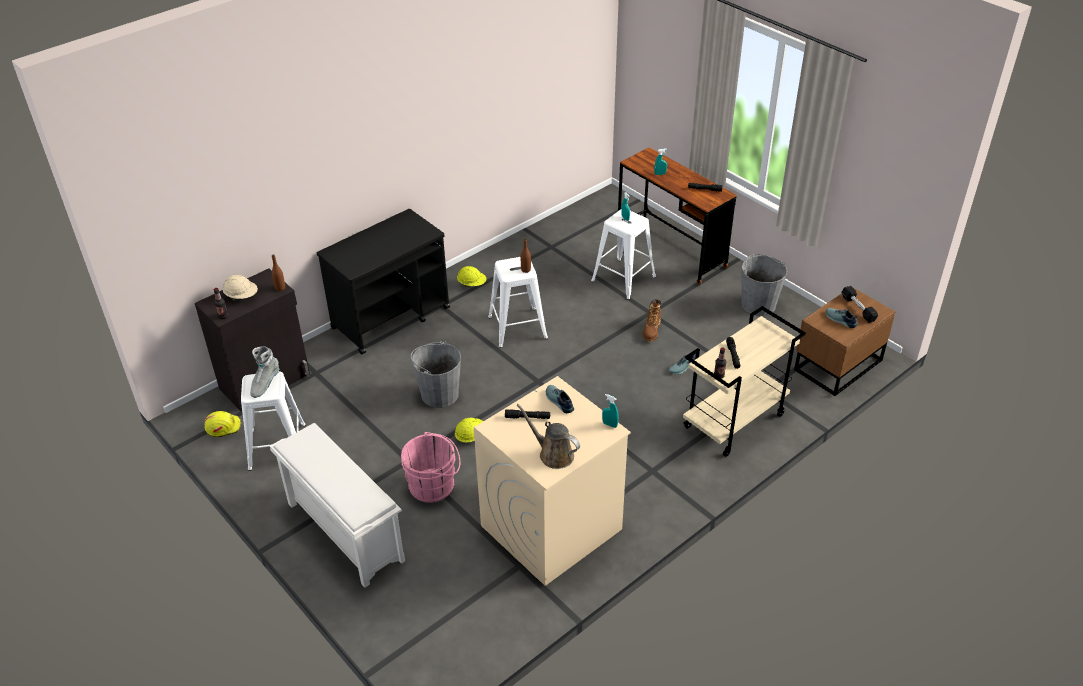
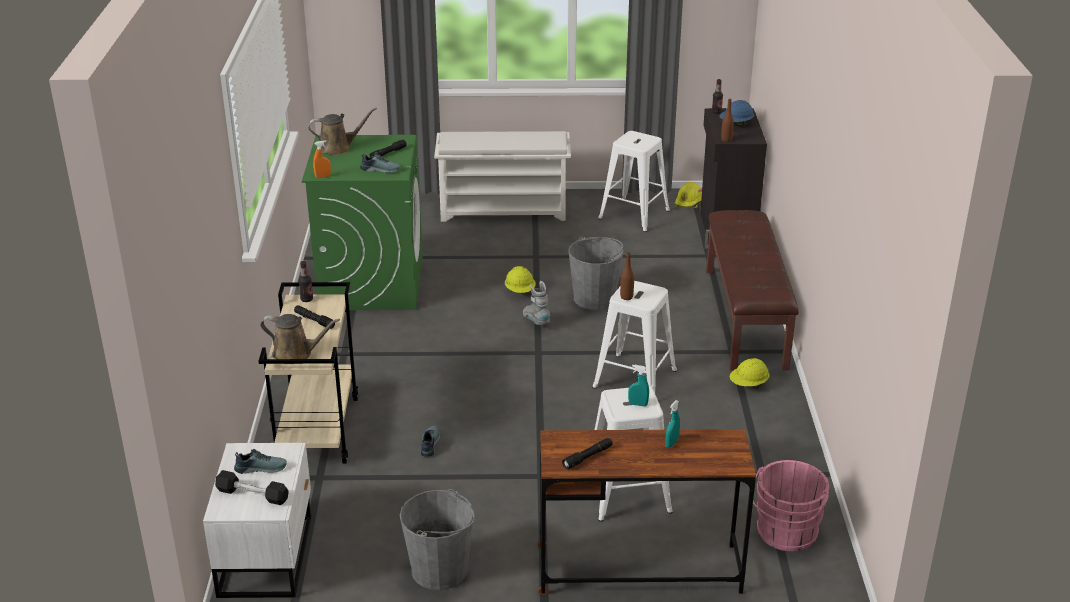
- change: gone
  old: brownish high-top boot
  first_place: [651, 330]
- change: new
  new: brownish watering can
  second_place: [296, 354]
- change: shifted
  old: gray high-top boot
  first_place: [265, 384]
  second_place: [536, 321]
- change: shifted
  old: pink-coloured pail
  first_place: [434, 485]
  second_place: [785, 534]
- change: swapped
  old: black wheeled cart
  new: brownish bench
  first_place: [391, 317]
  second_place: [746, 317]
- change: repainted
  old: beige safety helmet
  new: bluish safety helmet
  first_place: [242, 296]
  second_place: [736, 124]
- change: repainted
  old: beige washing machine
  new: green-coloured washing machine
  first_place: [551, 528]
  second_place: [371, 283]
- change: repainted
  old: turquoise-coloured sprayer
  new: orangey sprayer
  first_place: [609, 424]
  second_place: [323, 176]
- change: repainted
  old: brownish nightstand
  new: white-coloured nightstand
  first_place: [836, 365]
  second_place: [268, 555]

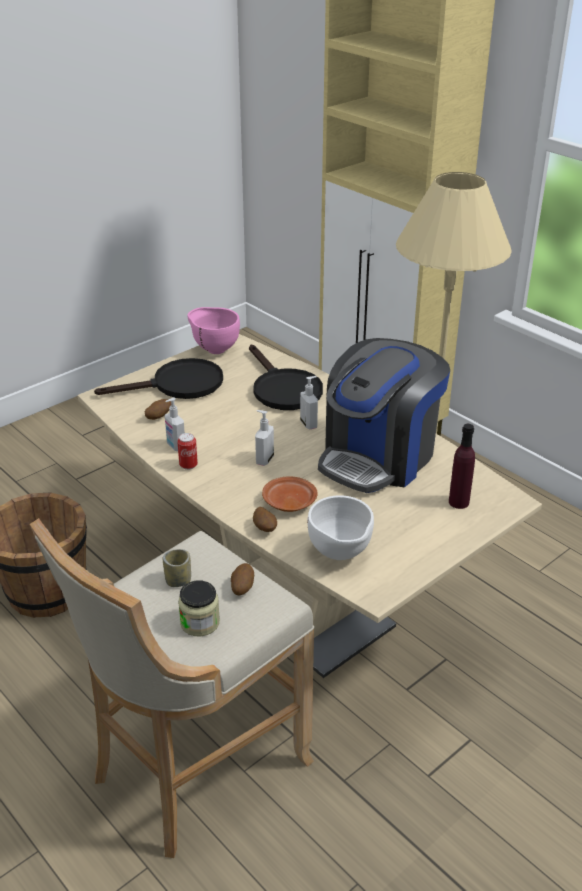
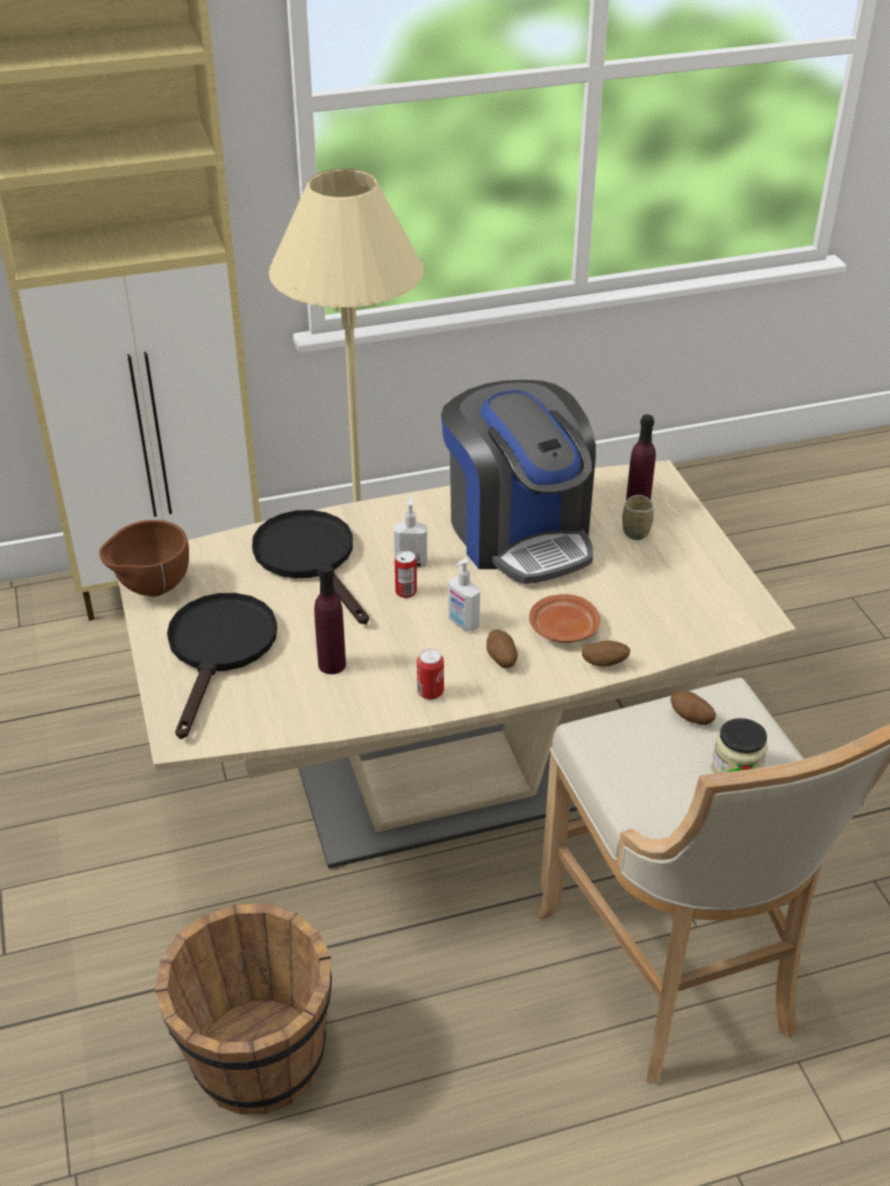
- change: gone
  old: soap bottle
  first_place: [175, 446]
- change: gone
  old: white-coloured serving bowl
  first_place: [340, 555]
- change: new
  new: purple-coloured beverage bottle
  second_place: [332, 664]
- change: new
  new: can
  second_place: [406, 592]
- change: shifted
  old: potato
  first_place: [158, 417]
  second_place: [501, 659]
- change: shifted
  old: cup
  first_place: [178, 580]
  second_place: [636, 532]
- change: repainted
  old: pink-coloured serving bowl
  new: brownish serving bowl
  first_place: [214, 349]
  second_place: [151, 589]
- change: rotated
  old: black frying pan
  first_place: [283, 389]
  second_place: [311, 559]
  degrees: -120

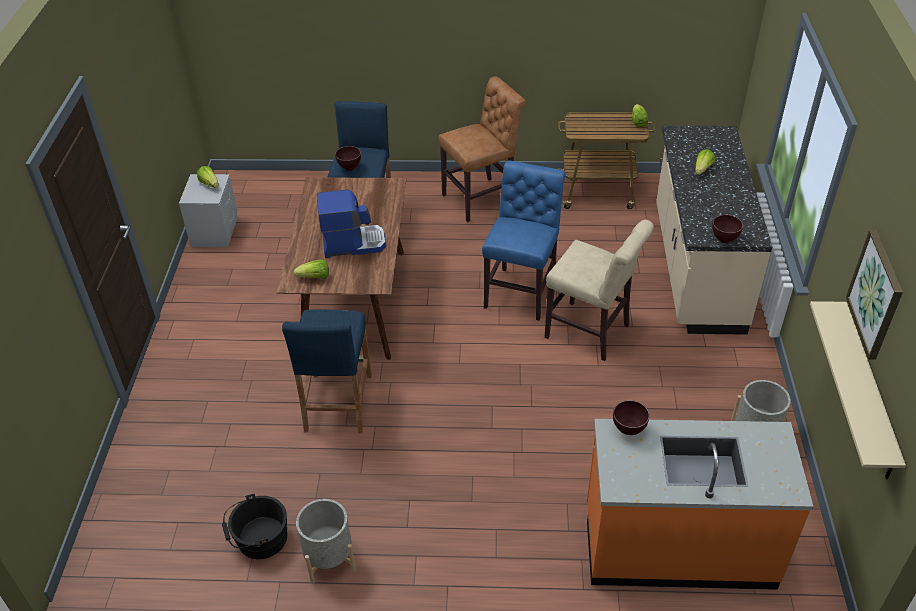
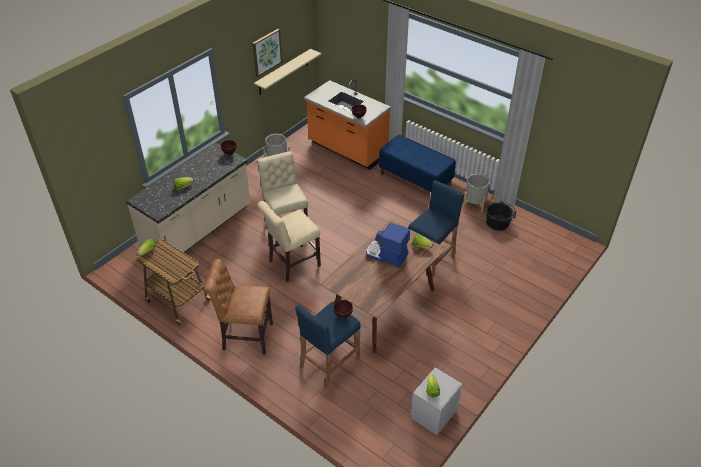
- change: new
  new: bluish bench
  second_place: [415, 180]
- change: repainted
  old: bluish plain chair
  new: beige plain chair
  first_place: [522, 291]
  second_place: [292, 264]

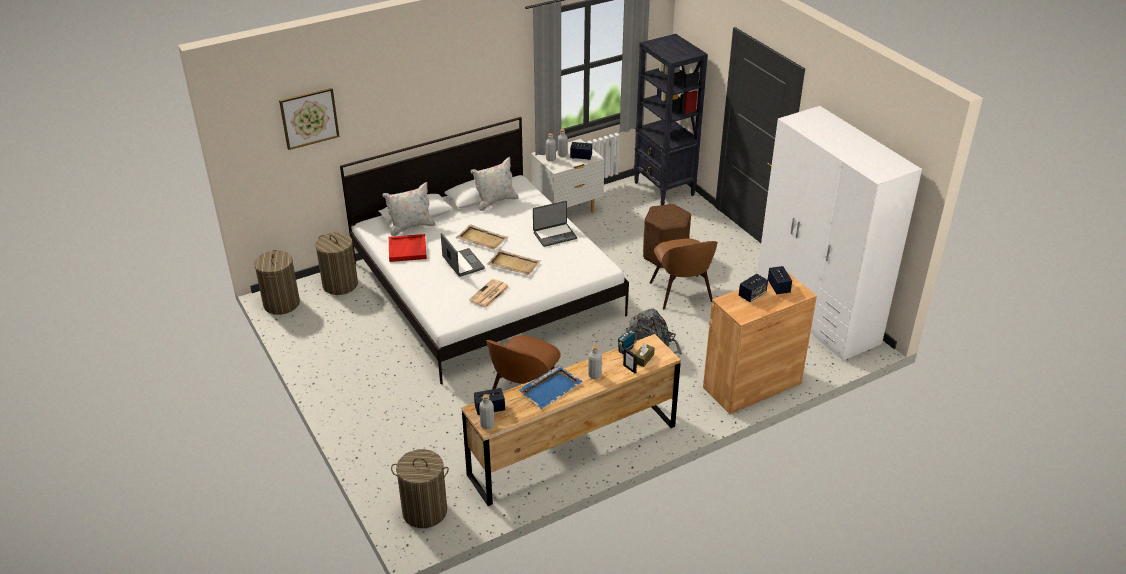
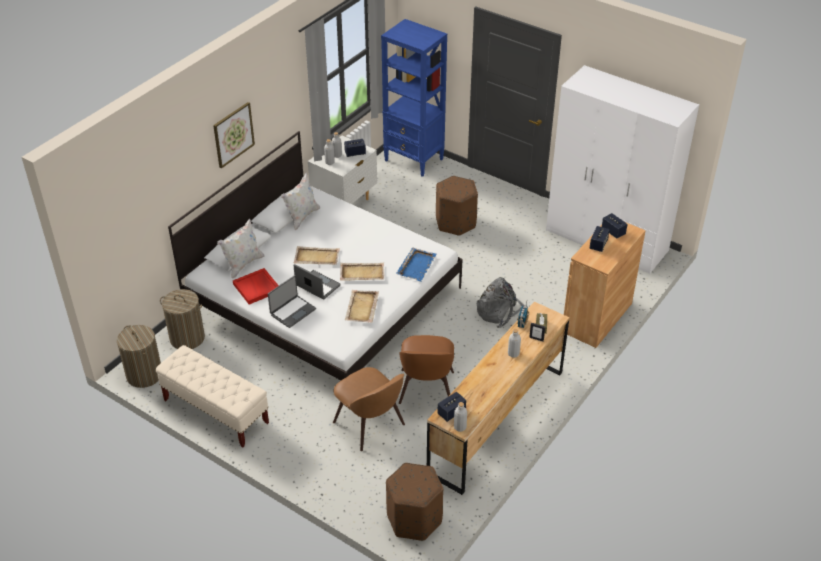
- change: new
  new: beige bench
  second_place: [215, 411]
- change: shifted
  old: wall art
  first_place: [309, 118]
  second_place: [233, 134]
- change: shifted
  old: bluish tray
  first_place: [551, 388]
  second_place: [416, 265]
- change: shifted
  old: laptop
  first_place: [554, 235]
  second_place: [292, 311]
- change: shifted
  old: brownish plain chair
  first_place: [681, 293]
  second_place: [370, 425]
- change: swapped
  old: laundry basket
  new: brownish pouffe
  first_place: [424, 511]
  second_place: [414, 519]
- change: swapped
  old: daily paper
  new: beige tray
  first_place: [489, 294]
  second_place: [361, 308]
- change: repainted
  old: black bookcase
  new: bluish bookcase
  first_place: [664, 189]
  second_place: [414, 160]

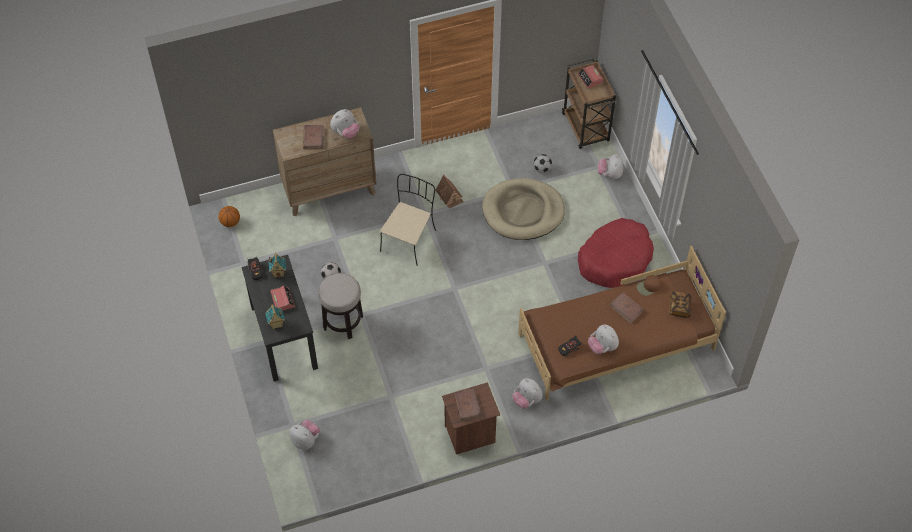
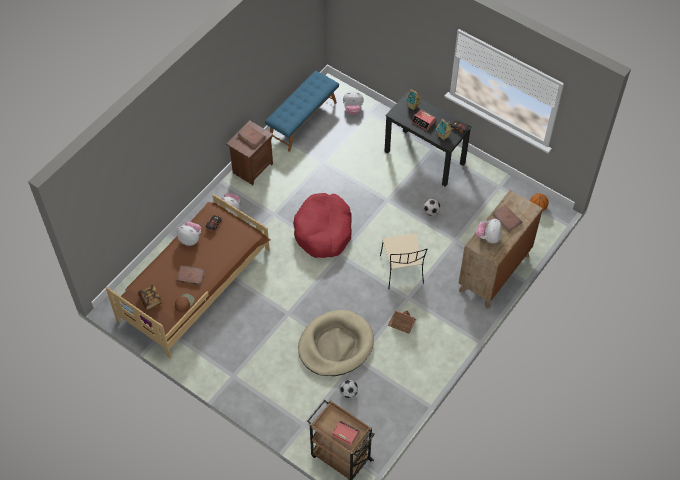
- change: gone
  old: stool
  first_place: [343, 322]
- change: gone
  old: soft toy
  first_place: [610, 174]
- change: new
  new: bluish bench
  second_place: [302, 120]
- change: shifted
  old: reddish pet bed
  first_place: [615, 259]
  second_place: [323, 231]

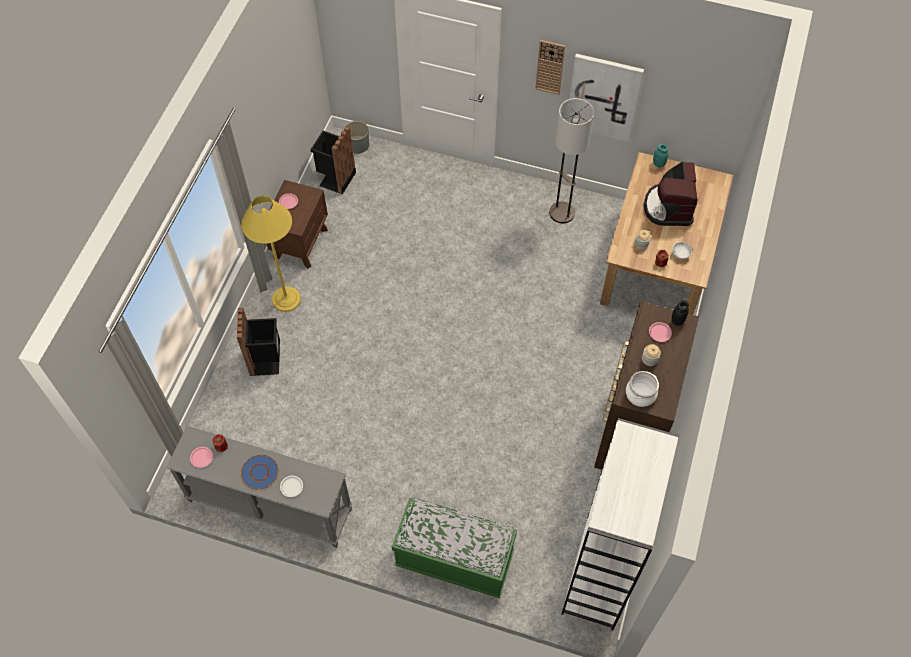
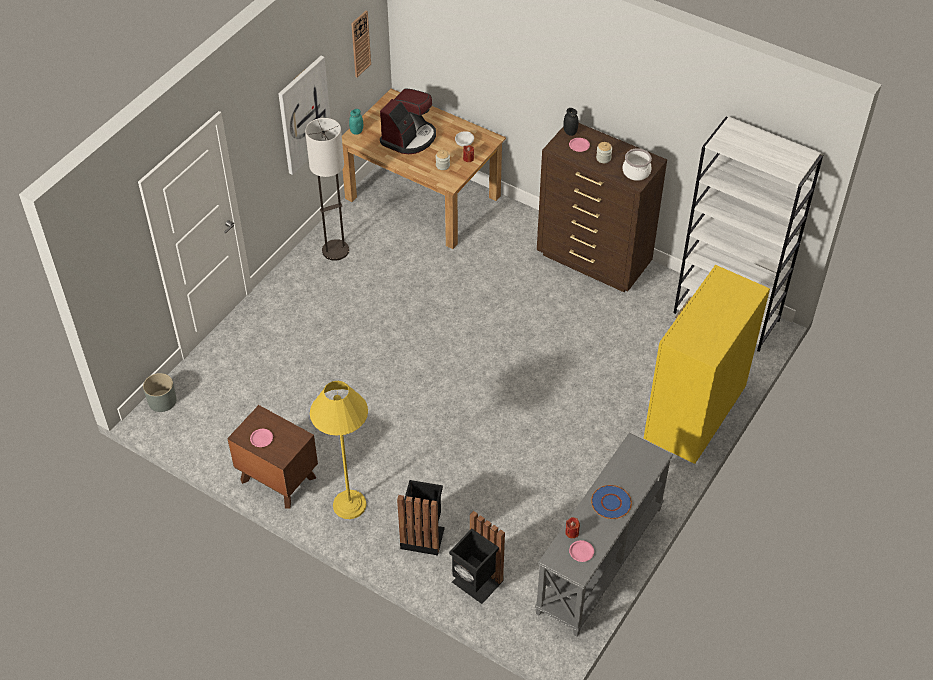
- change: gone
  old: white-coloured dinner plate
  first_place: [291, 487]
- change: shifted
  old: black trash can
  first_place: [335, 178]
  second_place: [476, 583]
- change: shifted
  old: clock on the wall
  first_place: [550, 67]
  second_place: [360, 44]
- change: swapped
  old: green-coloured bench
  new: yellow-coloured chest of drawers
  first_place: [454, 559]
  second_place: [692, 417]
- change: rotated
  old: coffee maker
  first_place: [668, 207]
  second_place: [409, 138]
  degrees: -75

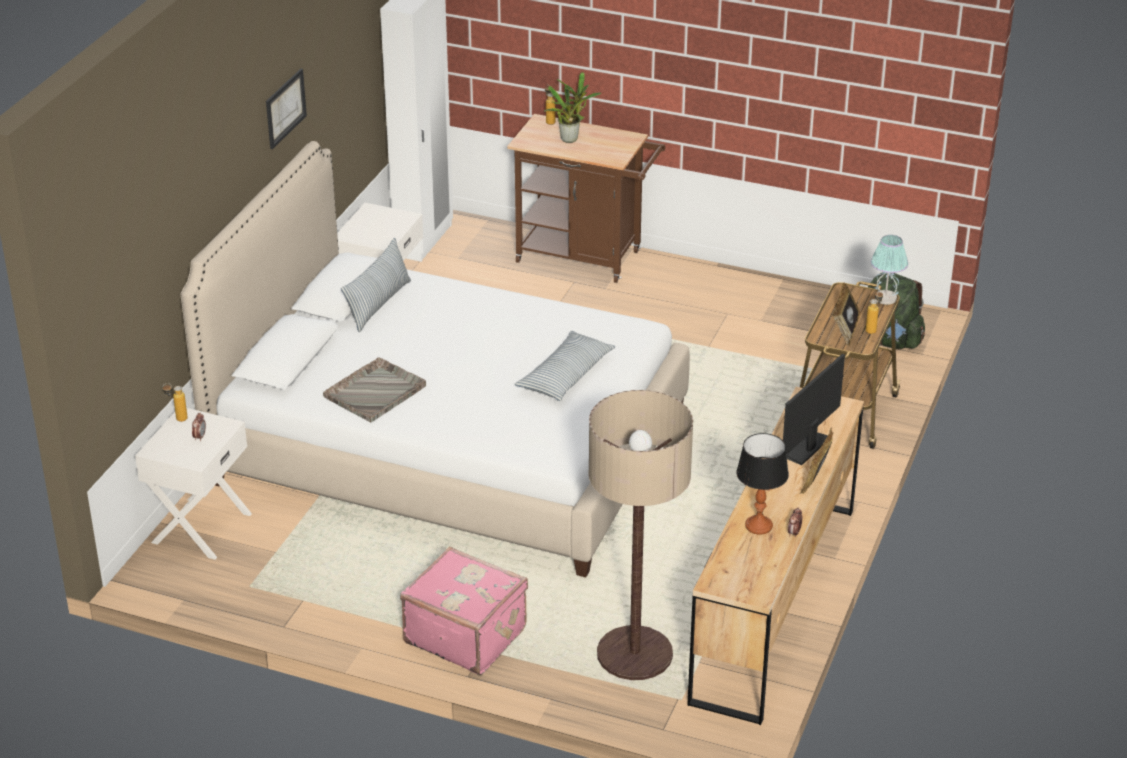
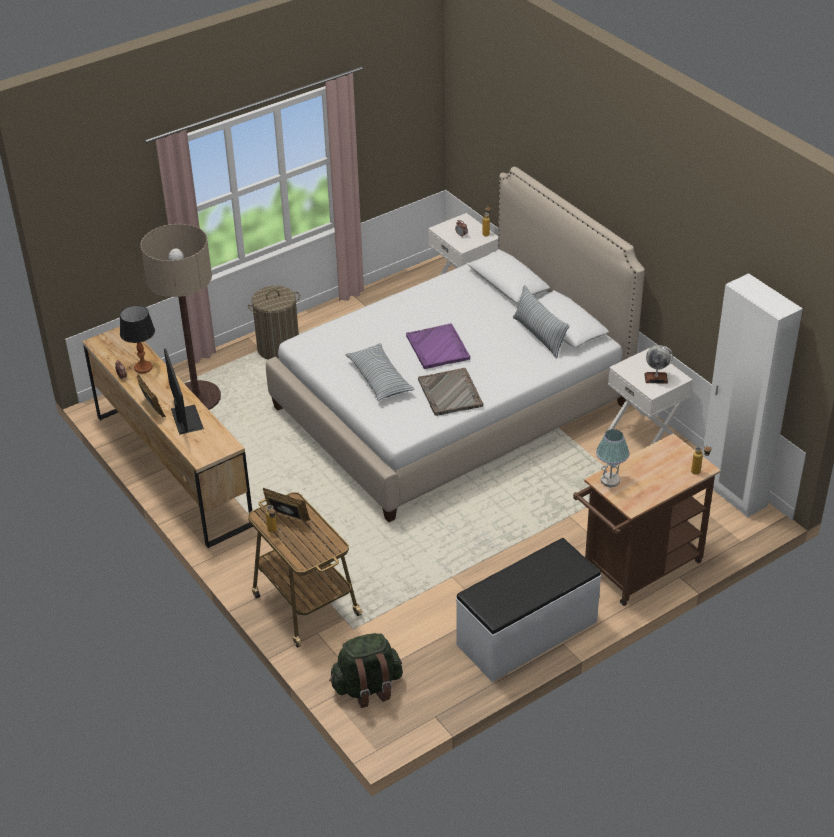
- change: gone
  old: wall art
  first_place: [285, 108]
- change: gone
  old: houseplant
  first_place: [571, 138]
- change: new
  new: purple-coloured tray
  second_place: [438, 348]
- change: new
  new: white-coloured bench
  second_place: [527, 634]
- change: new
  new: desk globe
  second_place: [656, 378]
- change: shifted
  old: gray tray
  first_place: [376, 391]
  second_place: [450, 393]
- change: shifted
  old: tabletop lamp
  first_place: [885, 298]
  second_place: [610, 480]
- change: swapped
  old: pink-coloured travel case
  new: laundry basket
  first_place: [466, 634]
  second_place: [278, 348]

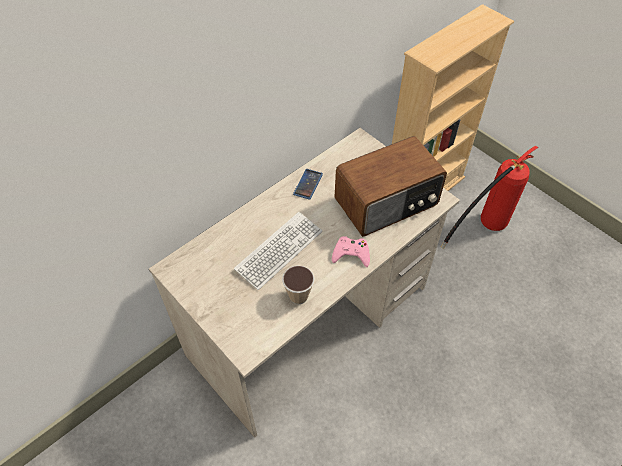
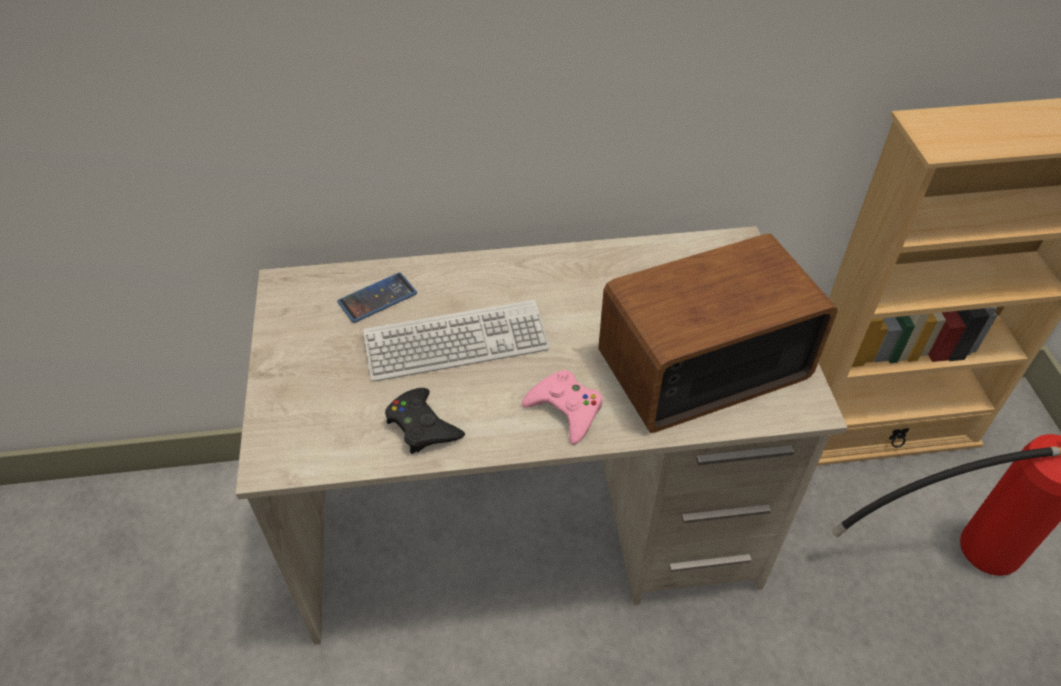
- change: shifted
  old: telephone
  first_place: [308, 184]
  second_place: [377, 298]
- change: swapped
  old: cup
  new: black joypad
  first_place: [298, 296]
  second_place: [422, 426]
- change: rotated
  old: radio
  first_place: [387, 203]
  second_place: [701, 363]
  degrees: 150

